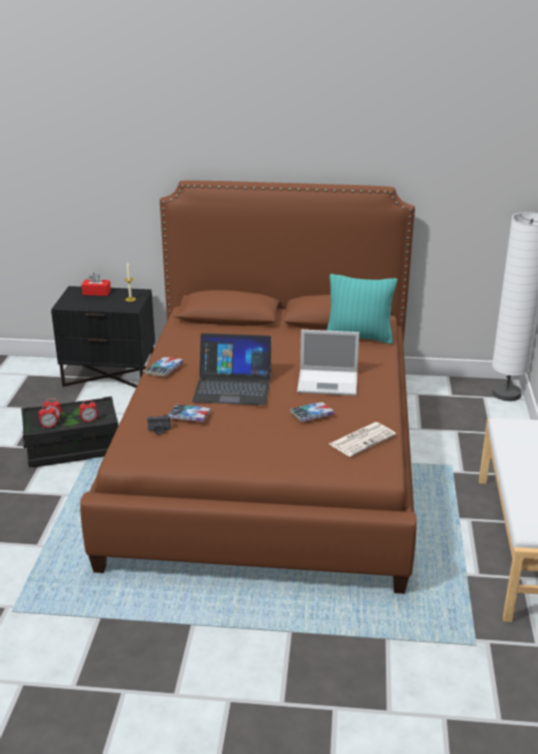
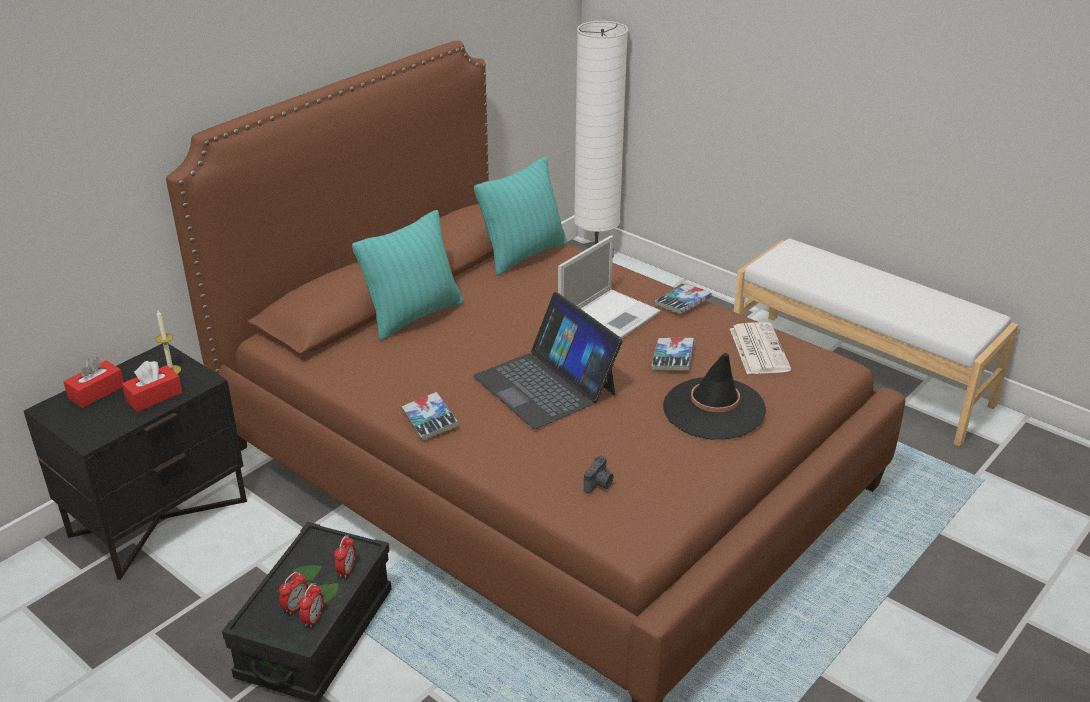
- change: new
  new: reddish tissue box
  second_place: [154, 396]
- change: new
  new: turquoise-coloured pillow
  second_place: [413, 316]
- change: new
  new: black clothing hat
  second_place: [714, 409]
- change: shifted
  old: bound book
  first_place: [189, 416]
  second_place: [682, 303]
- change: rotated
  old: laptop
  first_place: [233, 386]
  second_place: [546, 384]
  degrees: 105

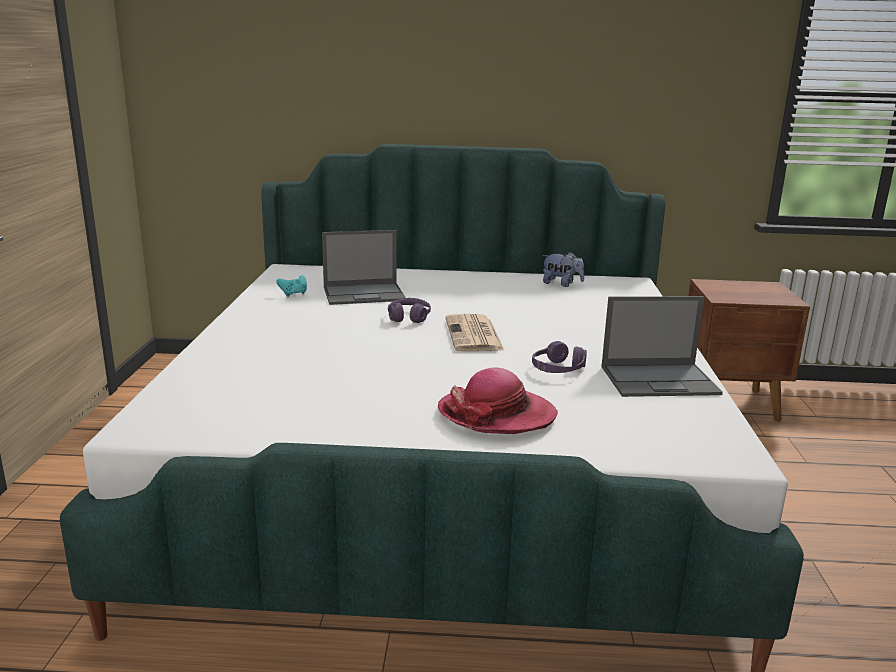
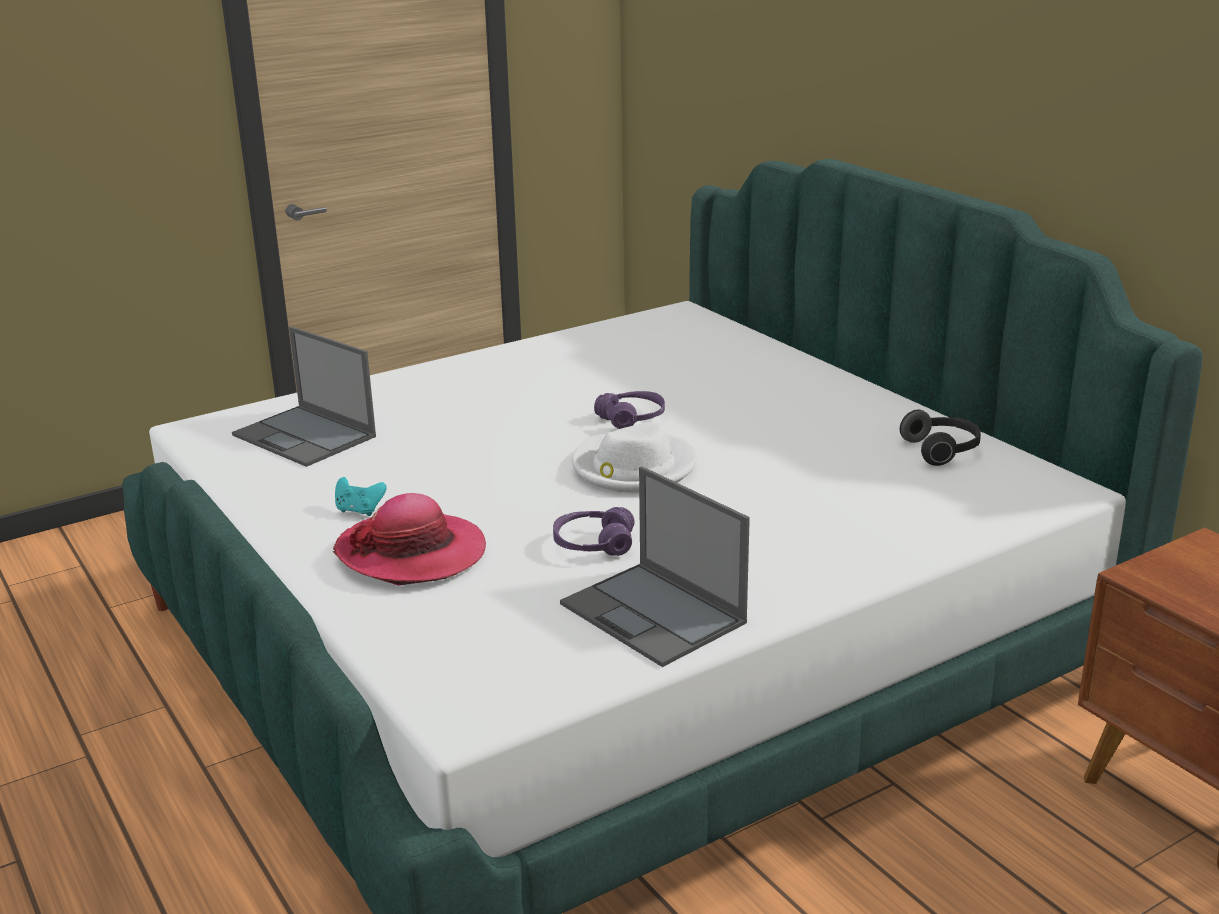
- change: shifted
  old: turquoise-coloured joypad
  first_place: [293, 294]
  second_place: [359, 511]
- change: shifted
  old: laptop
  first_place: [365, 294]
  second_place: [306, 436]
- change: swapped
  old: daily paper
  new: white-coloured clothing hat
  first_place: [474, 335]
  second_place: [633, 468]
- change: swapped
  old: soft toy
  new: pair of headphones
  first_place: [561, 284]
  second_place: [942, 451]

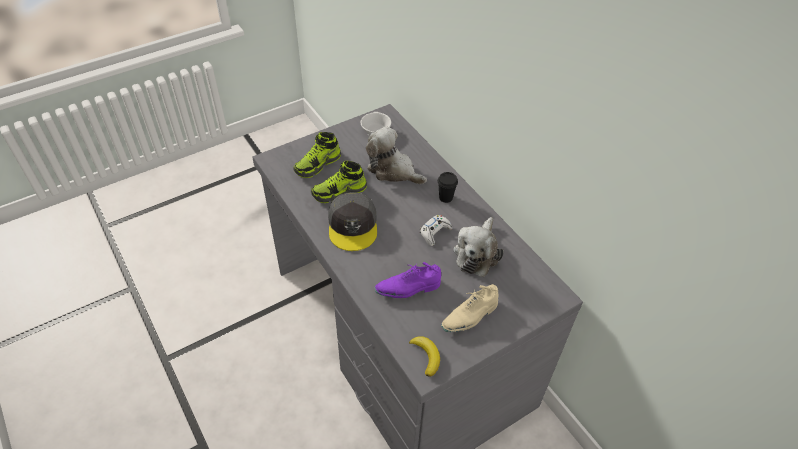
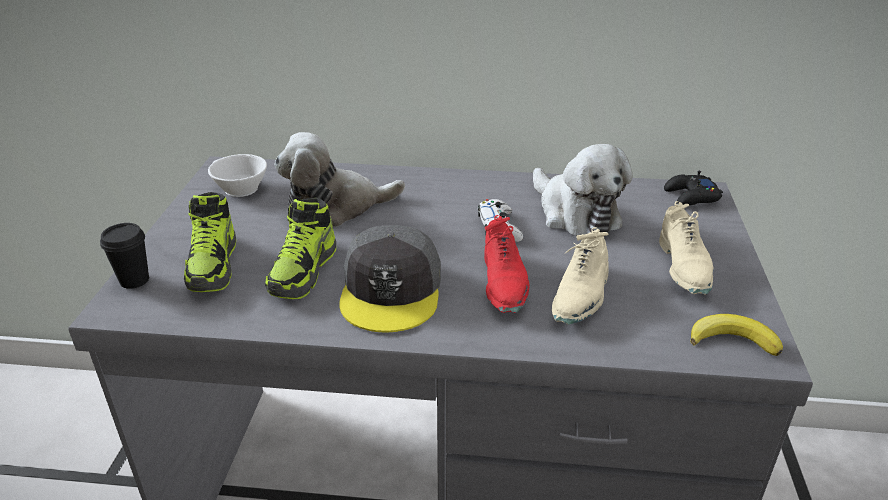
- change: new
  new: reddish low shoe
  second_place: [504, 284]
- change: new
  new: black joypad
  second_place: [691, 197]
- change: shifted
  old: black cup
  first_place: [445, 197]
  second_place: [134, 280]
- change: repainted
  old: purple-coloured low shoe
  new: beige low shoe
  first_place: [408, 288]
  second_place: [581, 297]
- change: rotated
  old: gray cap
  first_place: [353, 225]
  second_place: [392, 290]
  degrees: 60

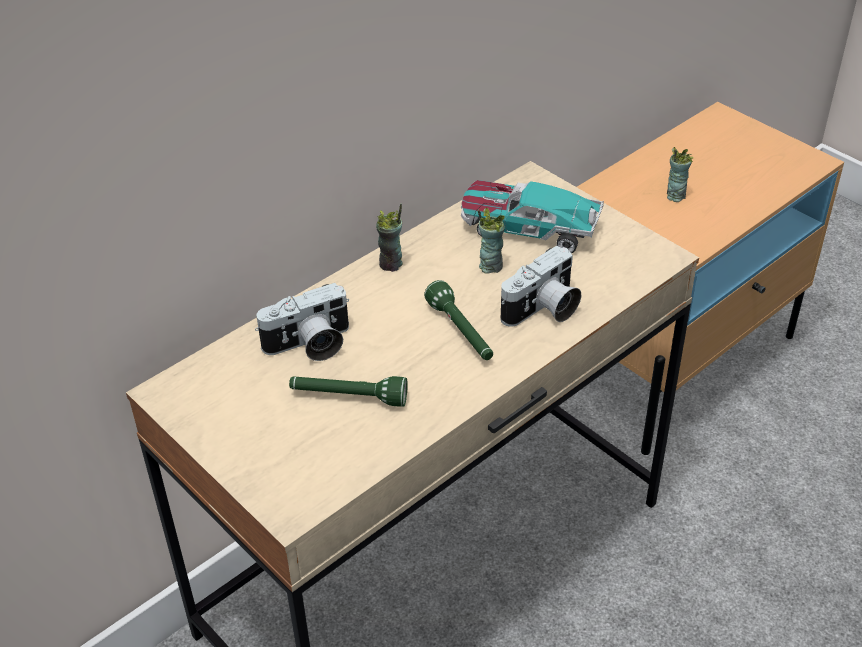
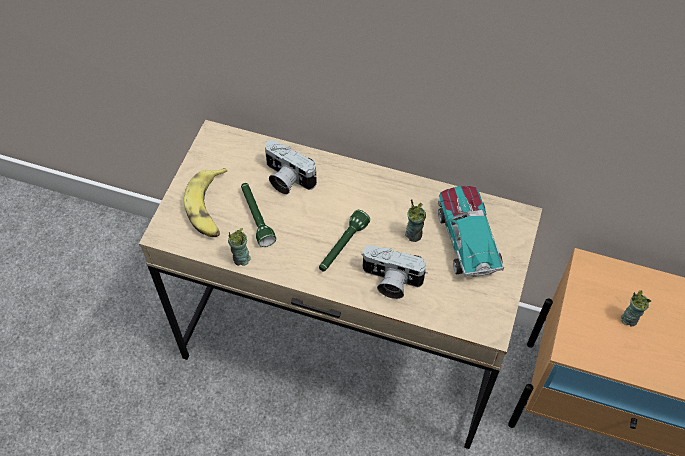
- change: new
  new: whole banana
  second_place: [209, 208]
- change: shifted
  old: cup
  first_place: [391, 264]
  second_place: [241, 259]

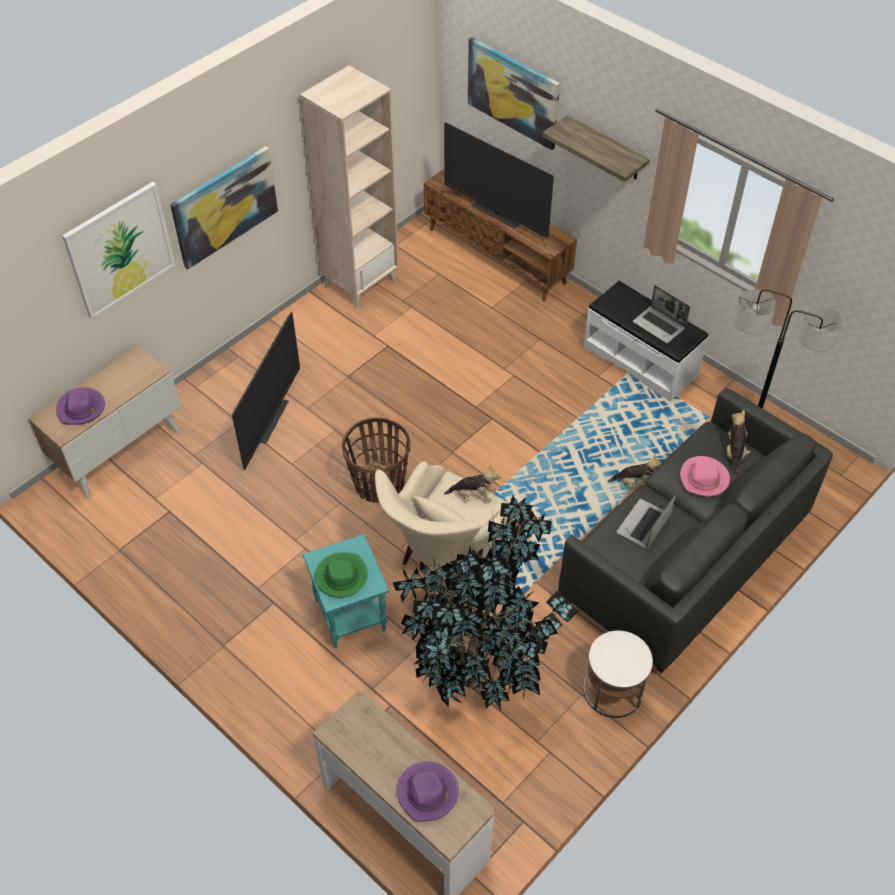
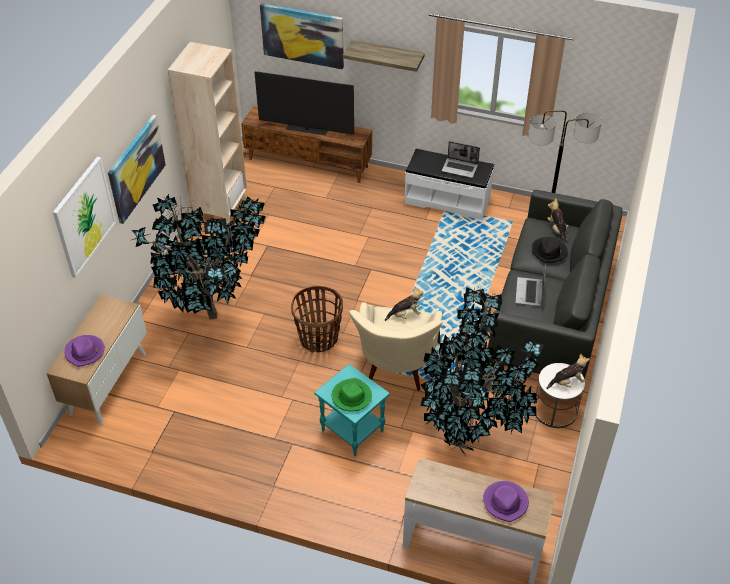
- change: shifted
  old: soft toy
  first_place: [635, 483]
  second_place: [567, 382]
- change: swapped
  old: TV
  new: houseplant
  first_place: [272, 421]
  second_place: [213, 323]
- change: repainted
  old: pink-coloured clothing hat
  new: black clothing hat
  first_place: [704, 479]
  second_place: [549, 251]

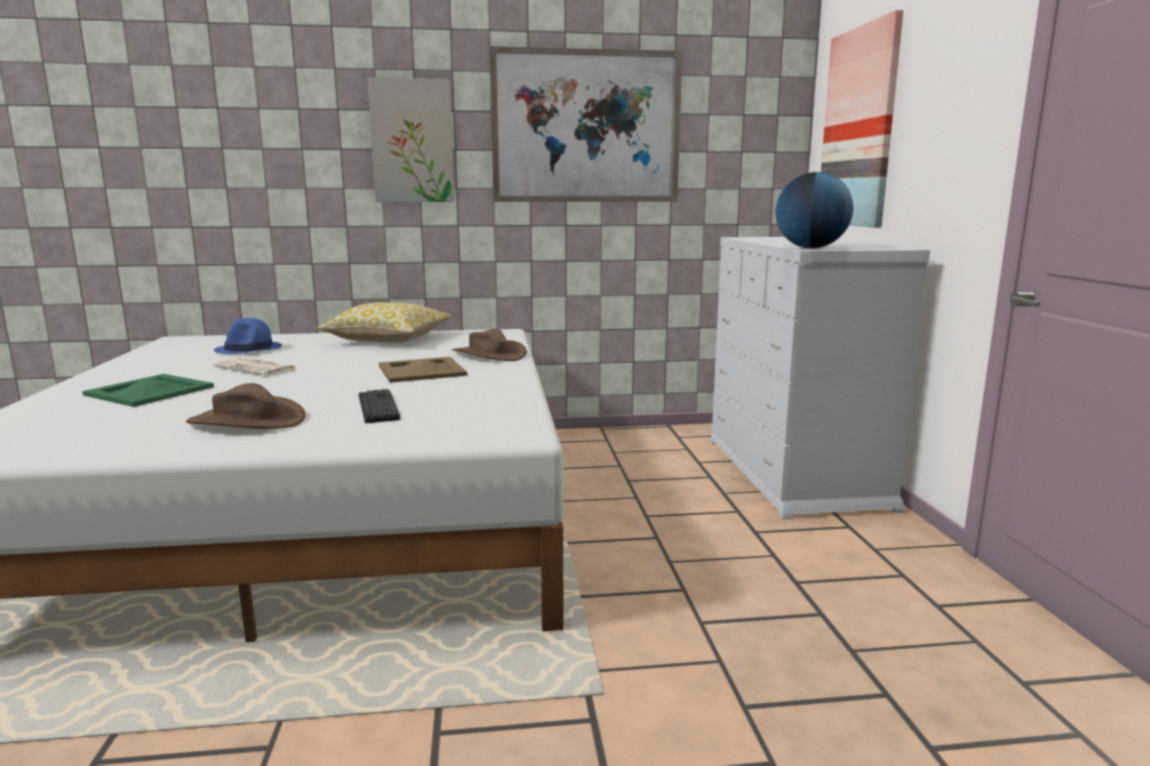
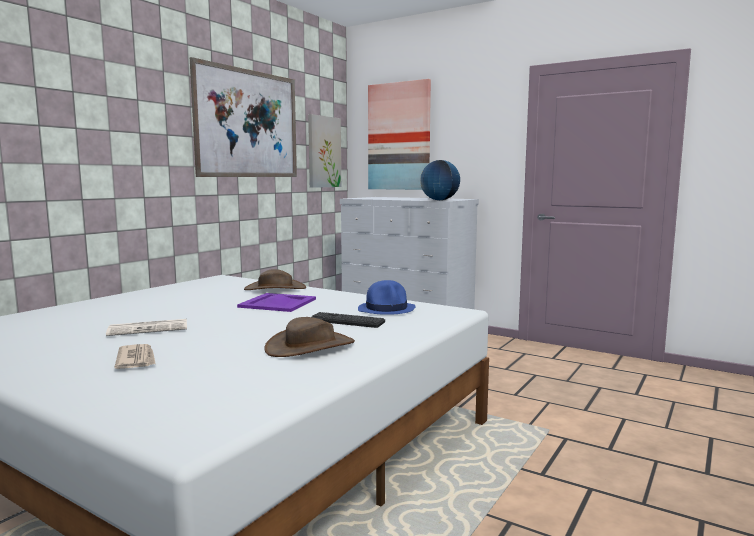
- change: gone
  old: pillow
  first_place: [388, 339]
- change: shifted
  old: bluish clothing hat
  first_place: [249, 349]
  second_place: [387, 309]
- change: shifted
  old: wall art
  first_place: [412, 141]
  second_place: [323, 152]
- change: swapped
  old: green-coloured tray
  new: daily paper
  first_place: [150, 391]
  second_place: [137, 359]
- change: repainted
  old: beige tray
  new: purple-coloured tray
  first_place: [421, 371]
  second_place: [278, 303]

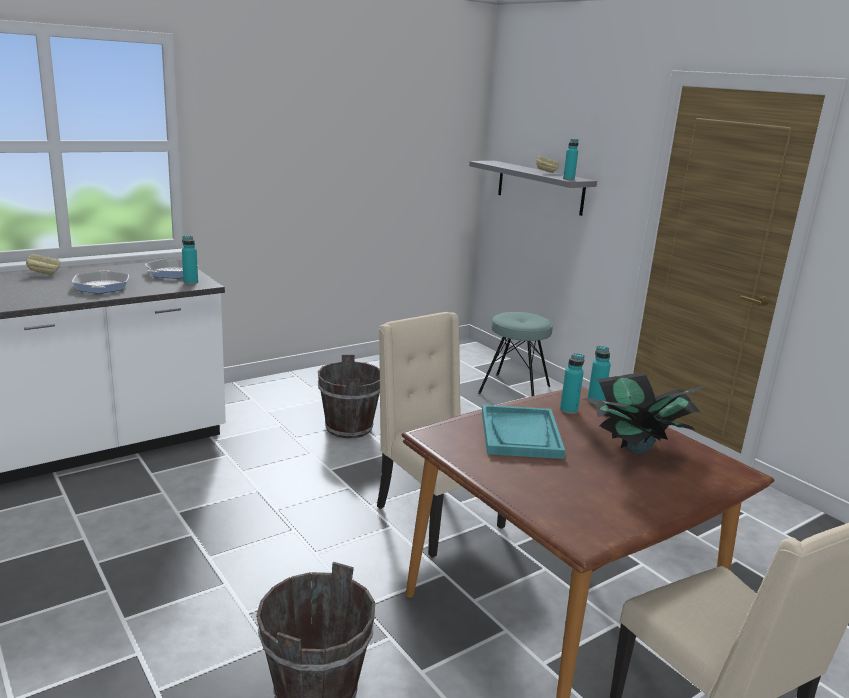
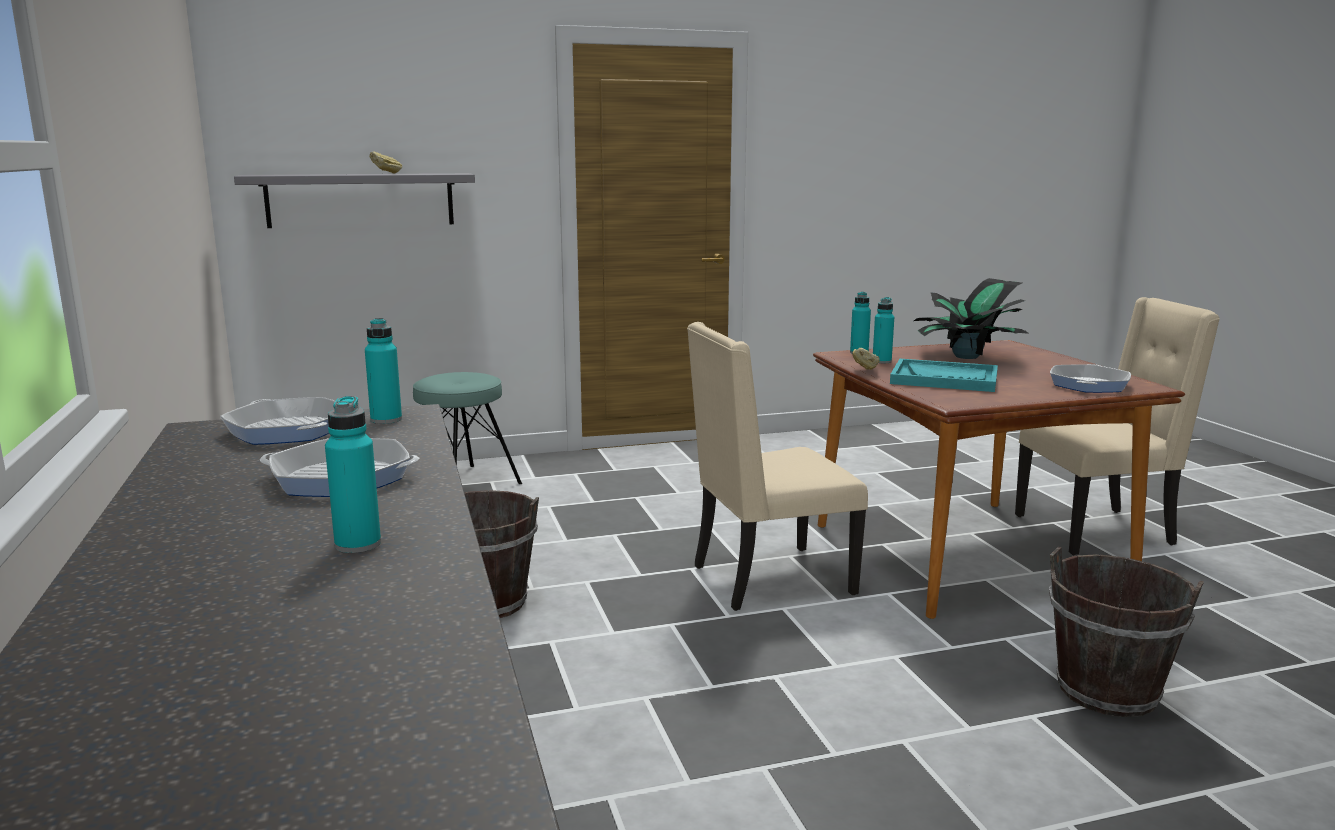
- change: new
  new: frying pan
  second_place: [1088, 385]
- change: shifted
  old: bread
  first_place: [44, 274]
  second_place: [864, 371]
- change: shifted
  old: turquoise-coloured beverage bottle
  first_place: [568, 179]
  second_place: [358, 544]

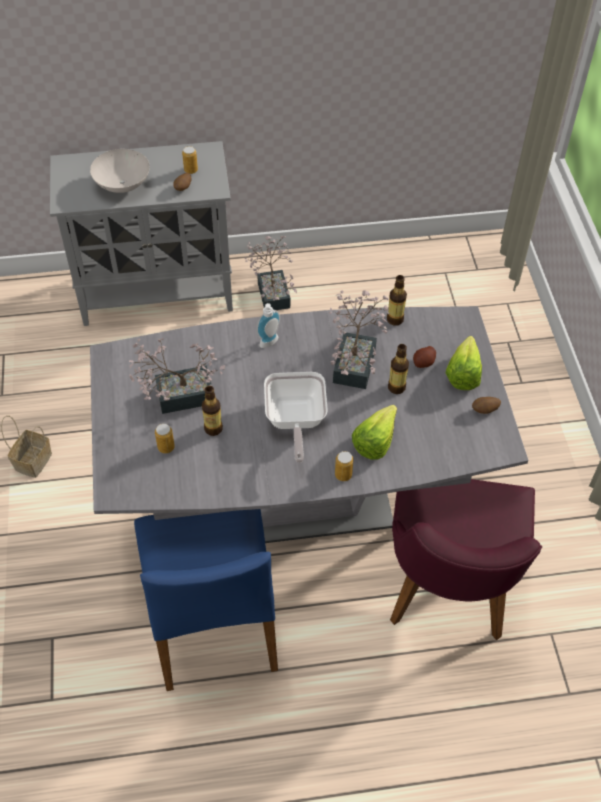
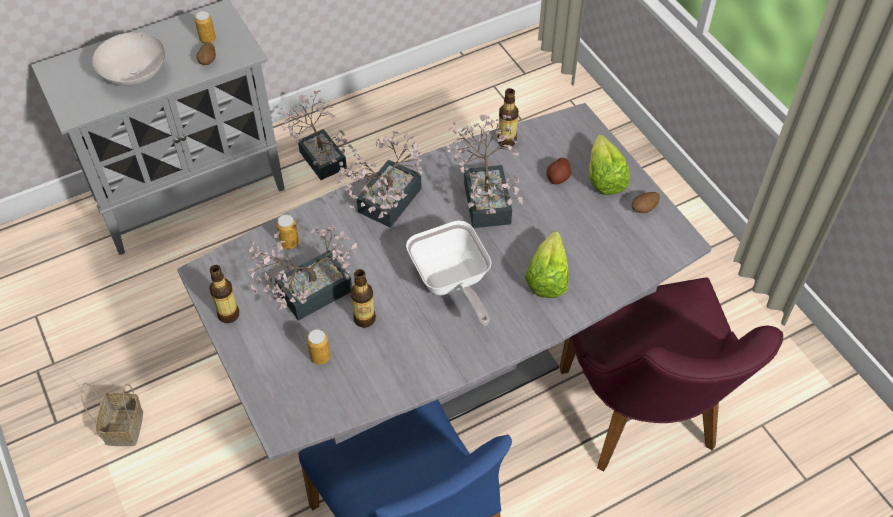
- change: shifted
  old: can
  first_place: [343, 475]
  second_place: [289, 243]
- change: shifted
  old: beverage bottle
  first_place: [396, 387]
  second_place: [228, 314]
- change: swapped
  old: soap bottle
  new: houseplant
  first_place: [270, 343]
  second_place: [384, 205]

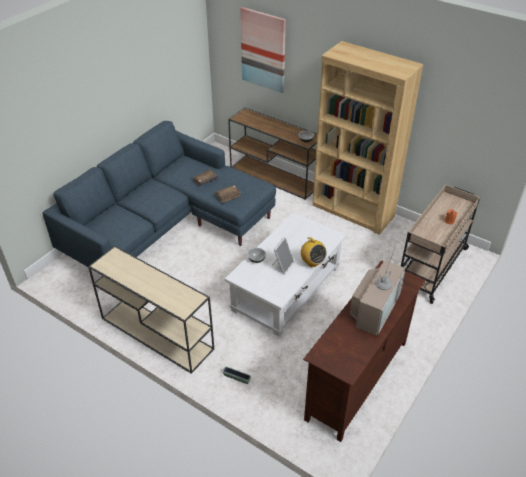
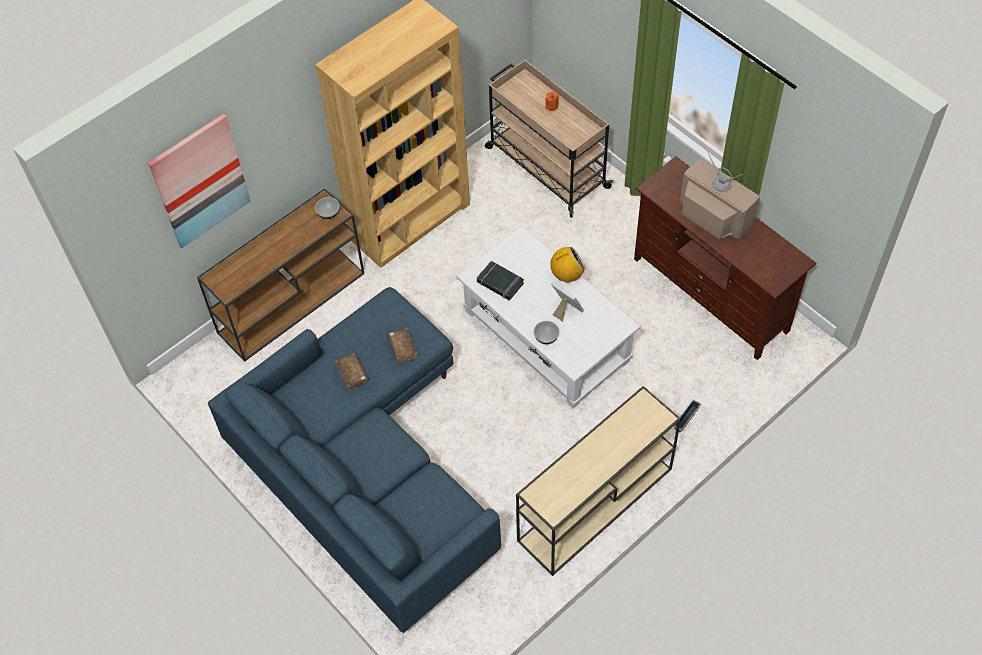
- change: new
  new: black bound book
  second_place: [500, 283]

